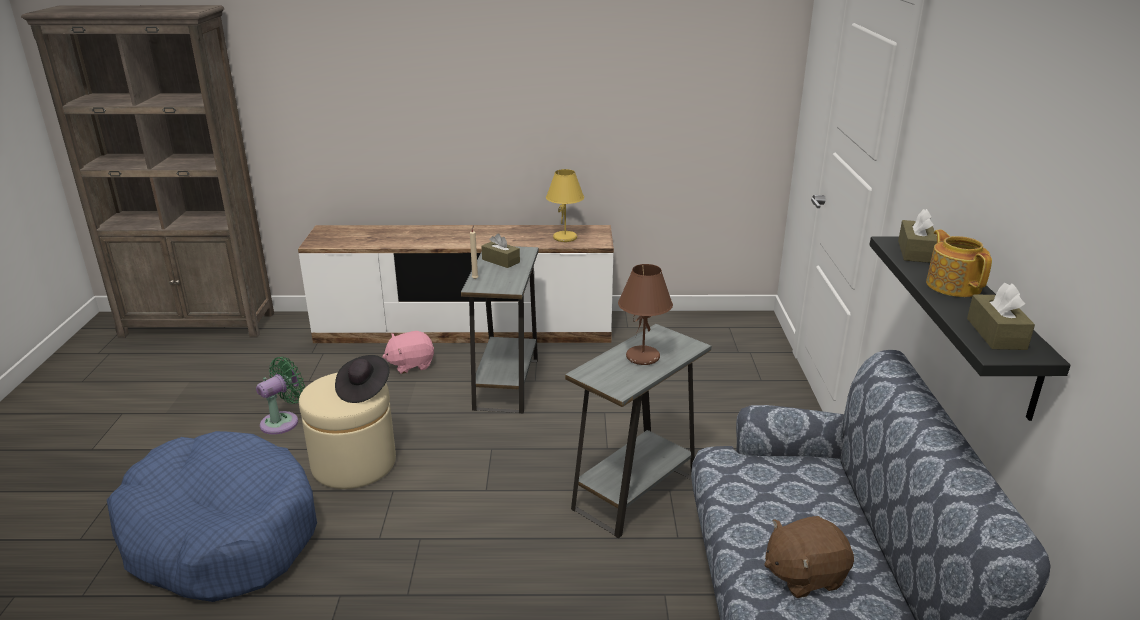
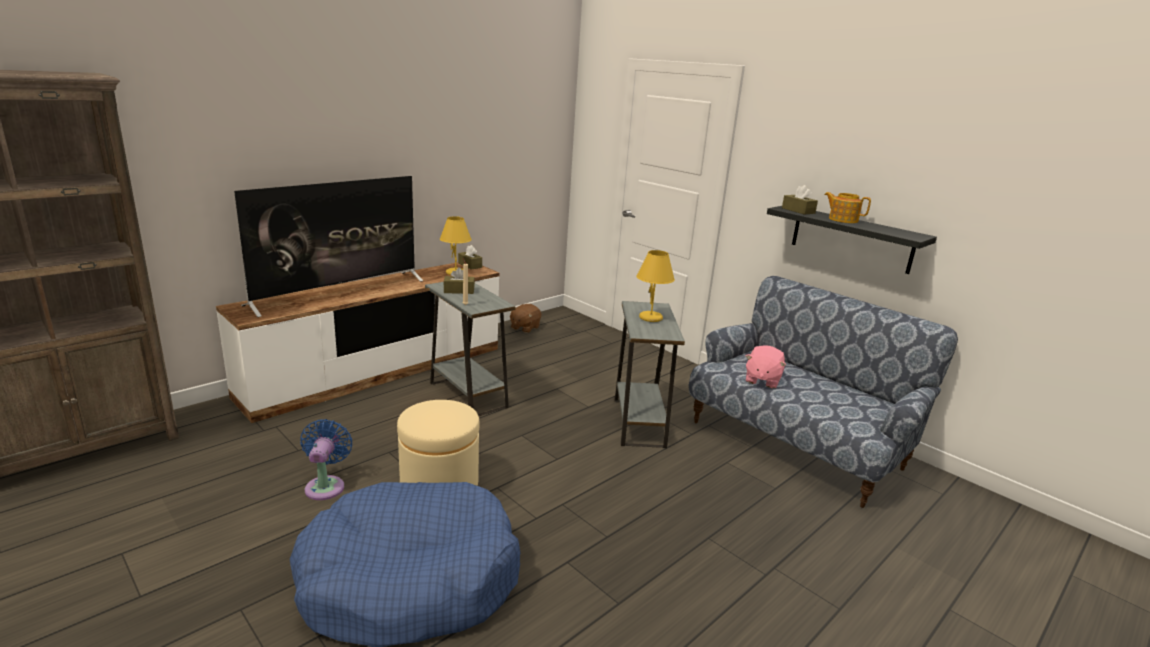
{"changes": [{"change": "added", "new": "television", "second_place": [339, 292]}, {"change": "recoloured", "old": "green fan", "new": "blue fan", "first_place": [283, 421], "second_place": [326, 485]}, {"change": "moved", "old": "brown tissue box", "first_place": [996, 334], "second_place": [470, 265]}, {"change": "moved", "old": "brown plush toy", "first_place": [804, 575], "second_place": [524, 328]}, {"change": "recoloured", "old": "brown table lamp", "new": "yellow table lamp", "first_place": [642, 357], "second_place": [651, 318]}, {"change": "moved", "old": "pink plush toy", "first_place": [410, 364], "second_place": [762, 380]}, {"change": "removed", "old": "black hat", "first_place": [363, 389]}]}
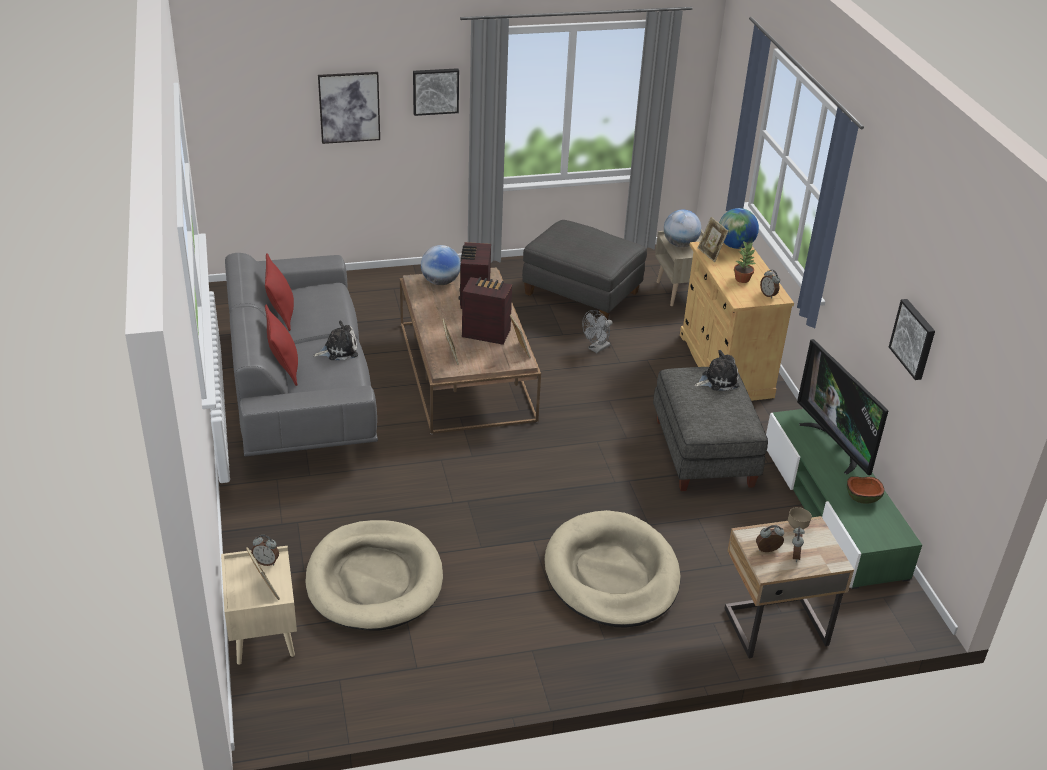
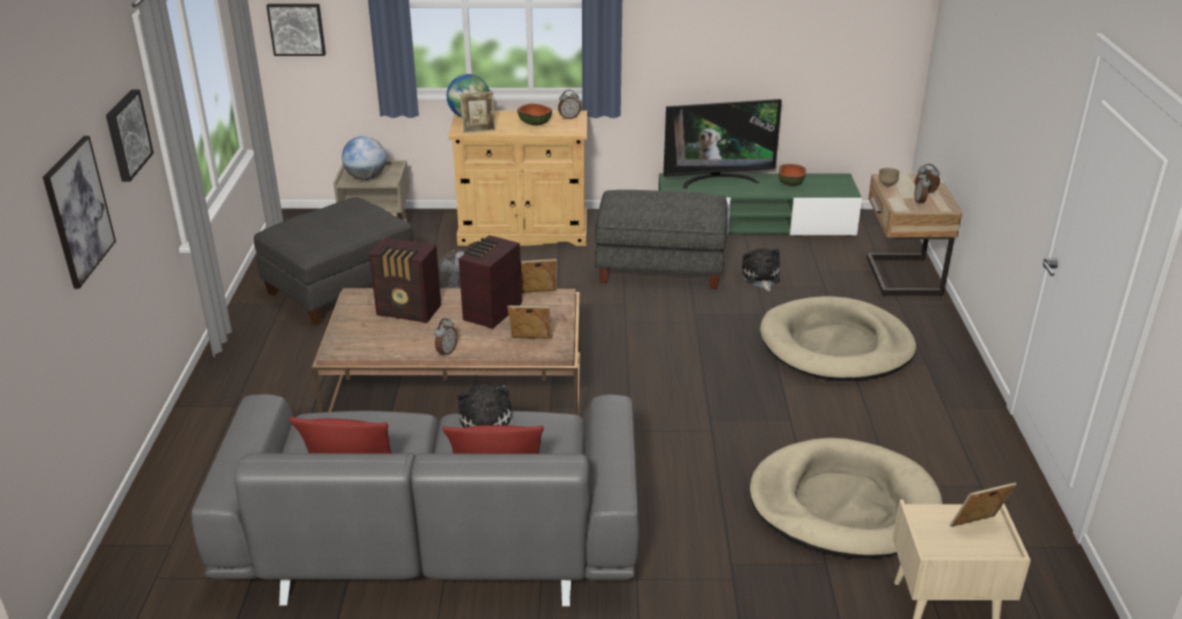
{"changes": [{"change": "moved", "old": "picture", "first_place": [914, 338], "second_place": [297, 29]}, {"change": "moved", "old": "alarm clock", "first_place": [266, 562], "second_place": [446, 352]}, {"change": "replaced", "old": "potted plant", "new": "bowl", "first_place": [742, 279], "second_place": [534, 123]}, {"change": "moved", "old": "plush toy", "first_place": [717, 380], "second_place": [761, 278]}, {"change": "removed", "old": "globe", "first_place": [440, 282]}]}
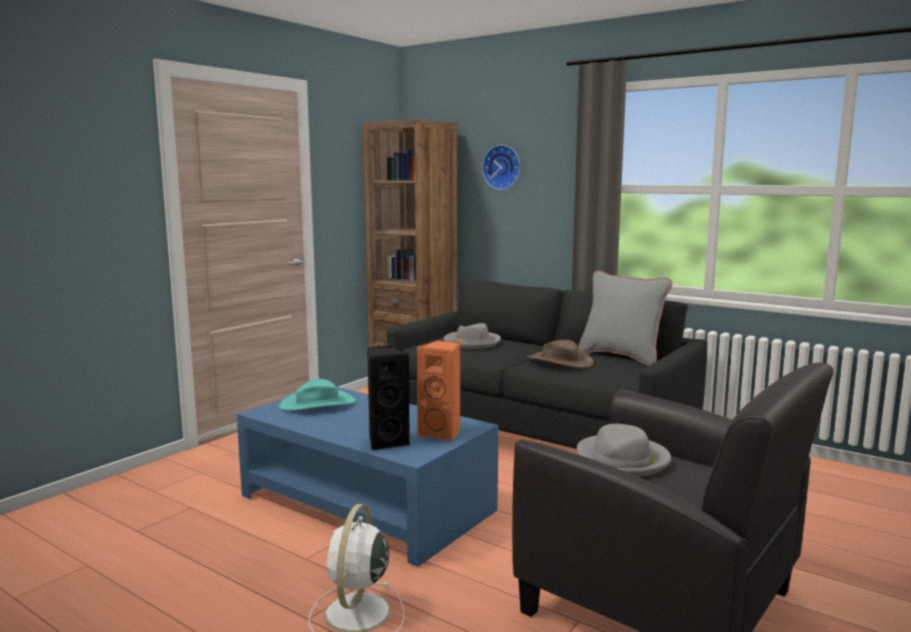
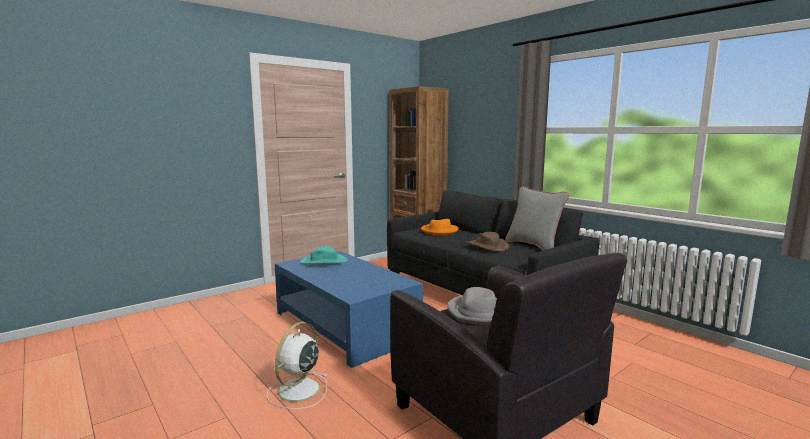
{"changes": [{"change": "recoloured", "old": "grey hat", "new": "orange hat", "first_place": [471, 343], "second_place": [439, 231]}, {"change": "removed", "old": "black speaker", "first_place": [386, 441]}, {"change": "removed", "old": "orange speaker", "first_place": [442, 433]}, {"change": "removed", "old": "wall clock", "first_place": [502, 167]}]}
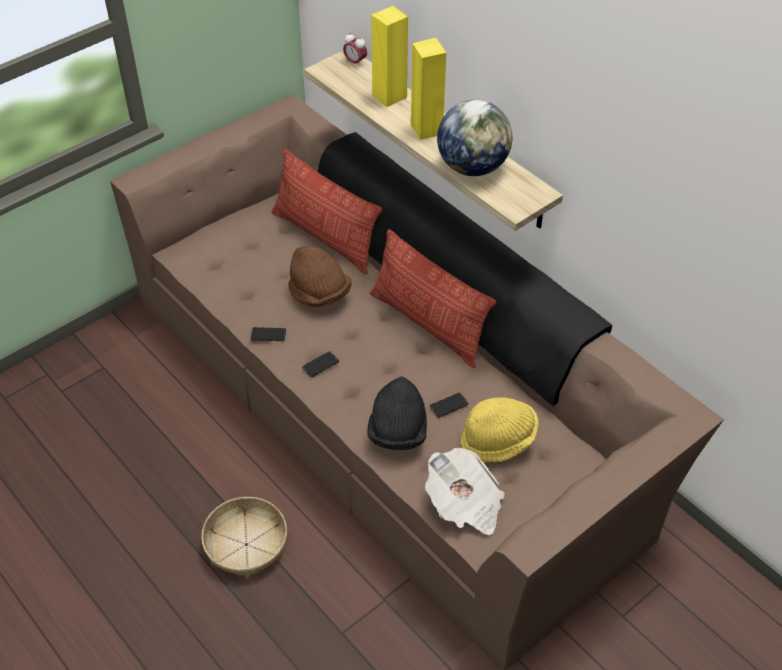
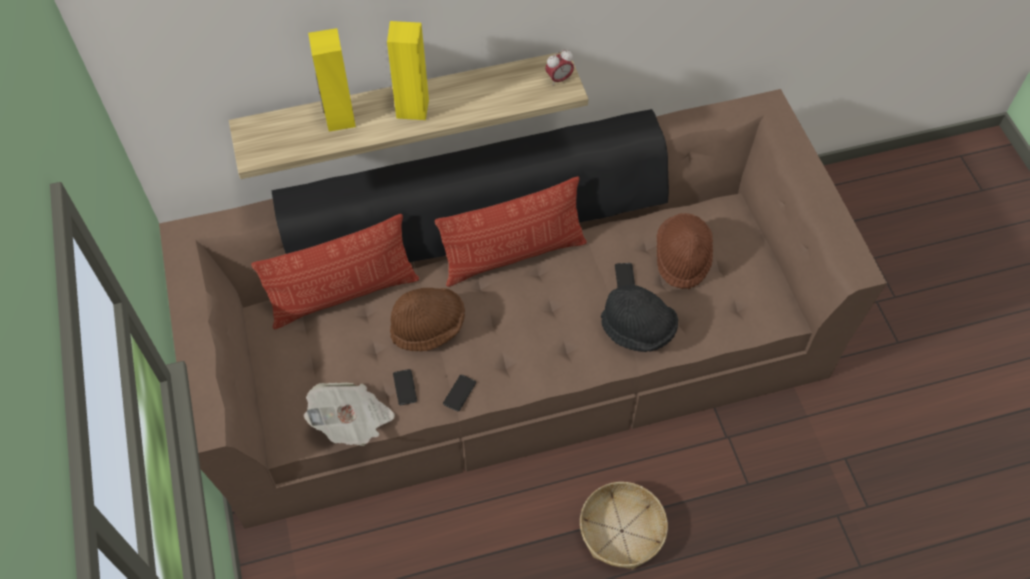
{"changes": [{"change": "moved", "old": "newspaper", "first_place": [464, 504], "second_place": [352, 422]}, {"change": "moved", "old": "phone", "first_place": [320, 365], "second_place": [405, 387]}, {"change": "moved", "old": "alarm clock", "first_place": [355, 62], "second_place": [559, 79]}, {"change": "recoloured", "old": "yellow hat", "new": "brown hat", "first_place": [498, 440], "second_place": [682, 258]}, {"change": "removed", "old": "globe", "first_place": [472, 167]}]}
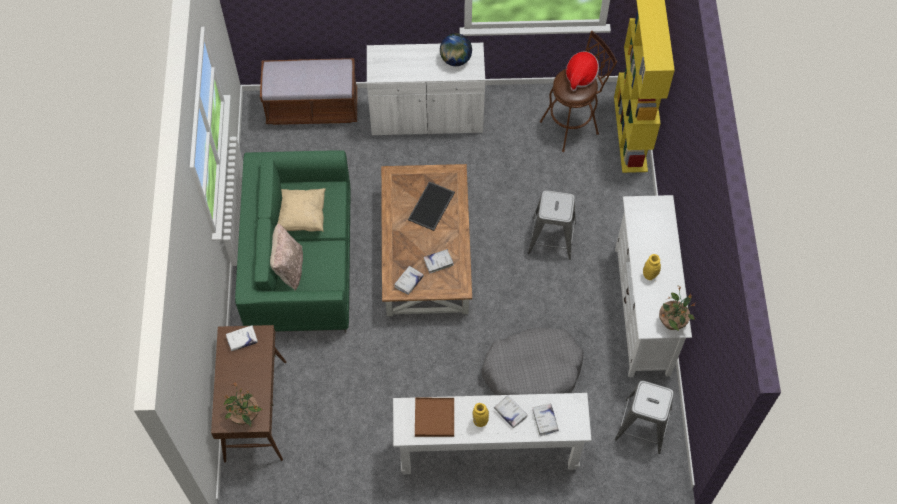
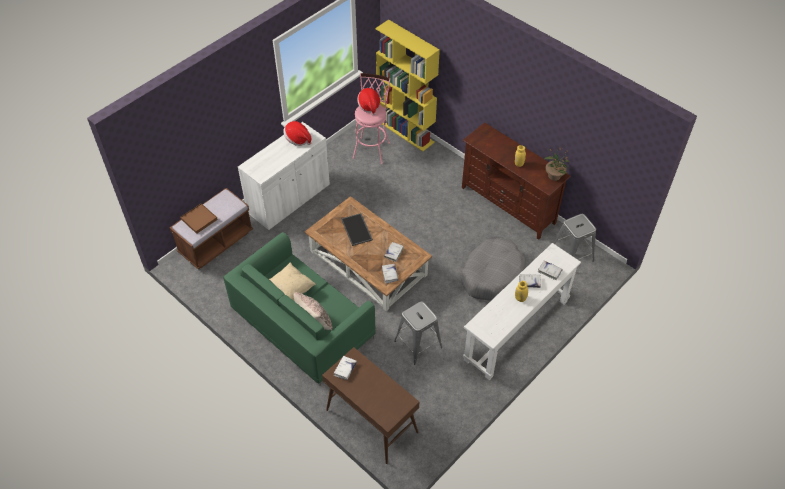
{"changes": [{"change": "moved", "old": "brown tray", "first_place": [434, 418], "second_place": [199, 219]}, {"change": "replaced", "old": "globe", "new": "hat", "first_place": [455, 59], "second_place": [297, 139]}, {"change": "recoloured", "old": "brown stool", "new": "pink stool", "first_place": [573, 125], "second_place": [372, 148]}, {"change": "moved", "old": "grey stool", "first_place": [551, 237], "second_place": [417, 344]}, {"change": "recoloured", "old": "white tv stand", "new": "brown tv stand", "first_place": [642, 311], "second_place": [508, 205]}, {"change": "removed", "old": "potted plant", "first_place": [245, 416]}]}
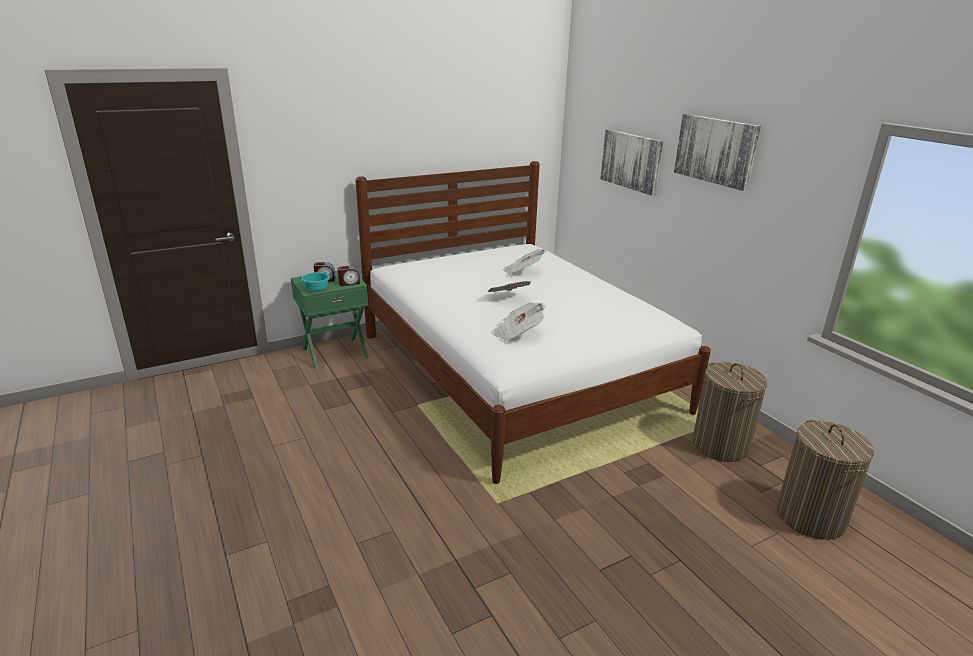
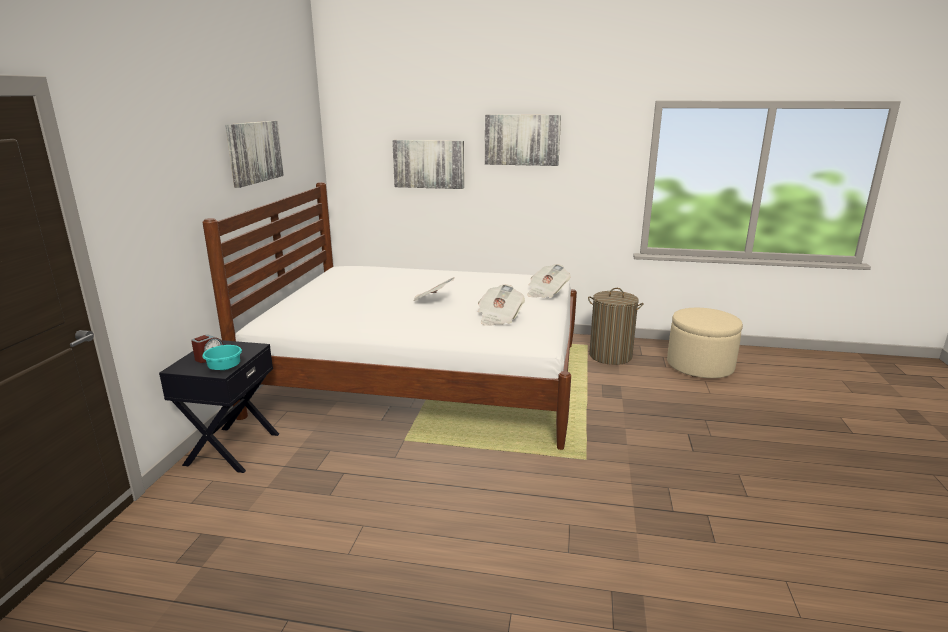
{"changes": [{"change": "recoloured", "old": "green nightstand", "new": "black nightstand", "first_place": [334, 352], "second_place": [231, 449]}, {"change": "added", "new": "picture", "second_place": [254, 152]}, {"change": "moved", "old": "newspaper", "first_place": [522, 272], "second_place": [546, 293]}, {"change": "replaced", "old": "laundry basket", "new": "beige ottoman", "first_place": [810, 517], "second_place": [700, 366]}, {"change": "removed", "old": "alarm clock", "first_place": [349, 283]}]}
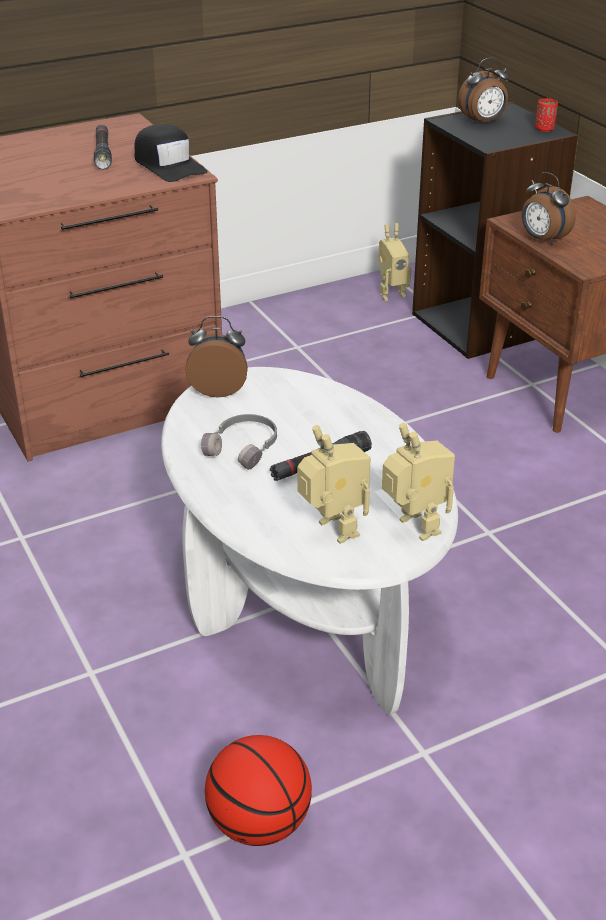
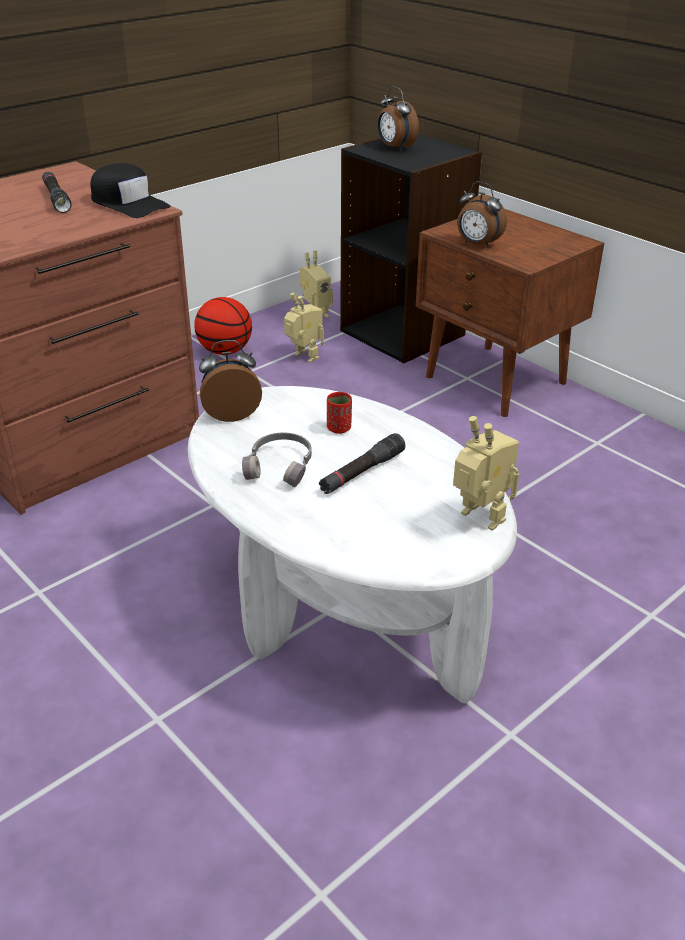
{"changes": [{"change": "moved", "old": "basketball", "first_place": [259, 823], "second_place": [225, 351]}, {"change": "moved", "old": "toy robot", "first_place": [332, 531], "second_place": [304, 358]}, {"change": "moved", "old": "red cup", "first_place": [544, 129], "second_place": [339, 428]}, {"change": "turned", "old": "alarm clock", "first_place": [483, 122], "second_place": [395, 148], "degrees": 90}]}
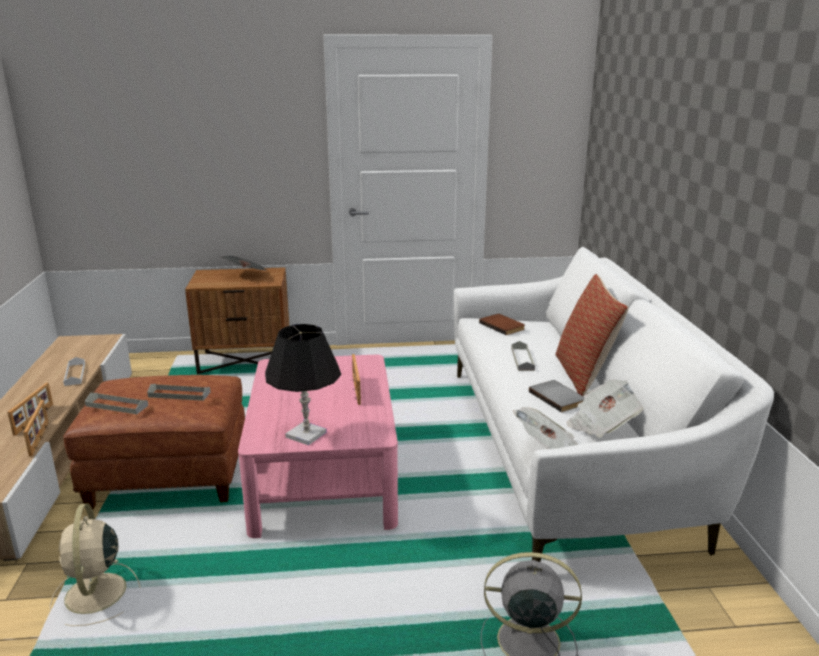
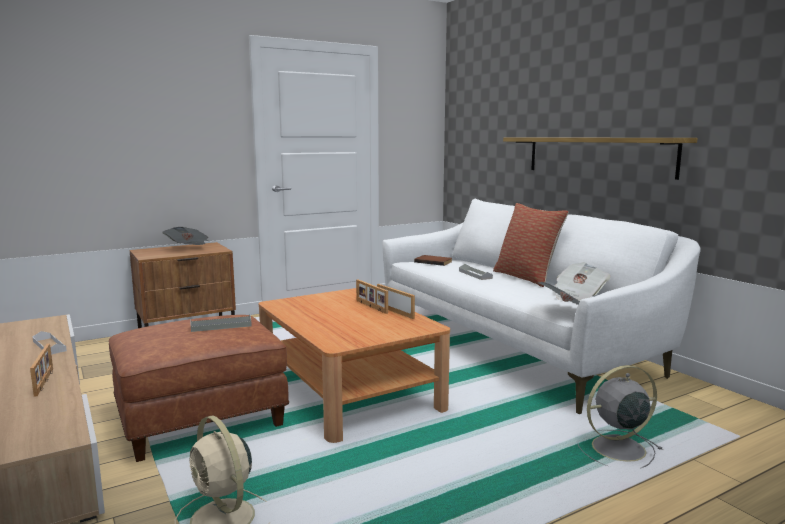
{"changes": [{"change": "recoloured", "old": "pink coffee table", "new": "brown coffee table", "first_place": [324, 473], "second_place": [349, 390]}, {"change": "moved", "old": "picture frame", "first_place": [40, 438], "second_place": [395, 311]}, {"change": "added", "new": "shelf", "second_place": [597, 156]}, {"change": "removed", "old": "grey tray", "first_place": [117, 406]}, {"change": "removed", "old": "black table lamp", "first_place": [306, 435]}, {"change": "removed", "old": "grey book", "first_place": [558, 397]}]}
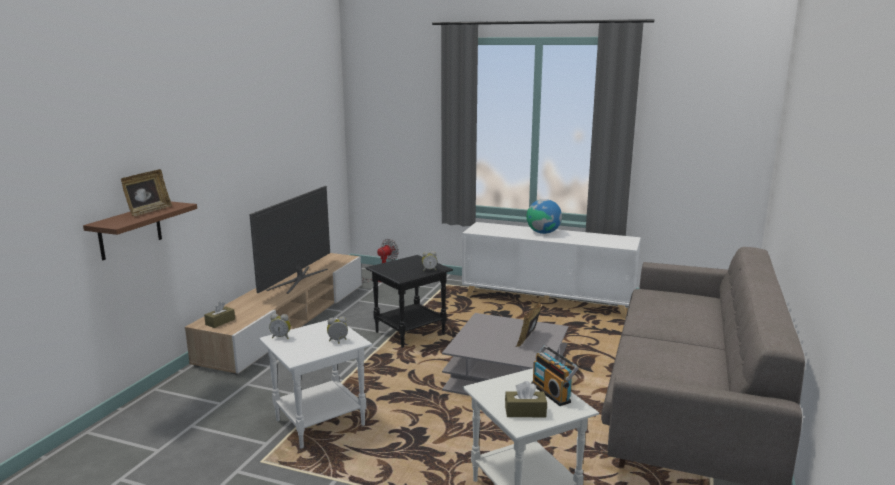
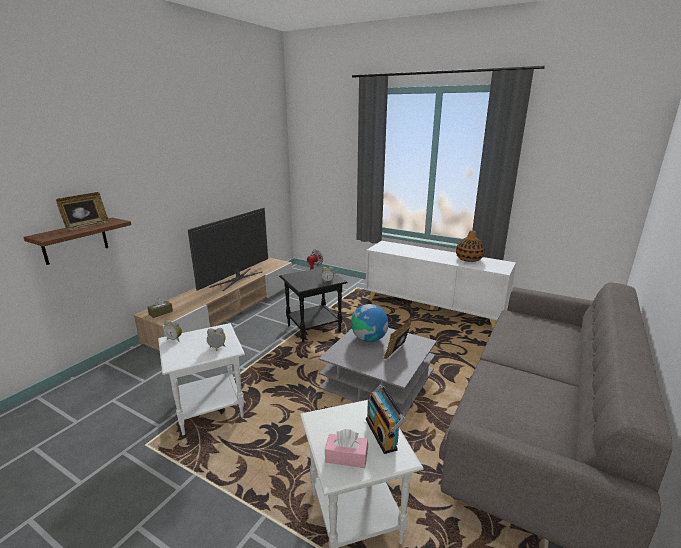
{"changes": [{"change": "recoloured", "old": "brown tissue box", "new": "pink tissue box", "first_place": [525, 411], "second_place": [346, 457]}, {"change": "moved", "old": "globe", "first_place": [543, 232], "second_place": [369, 338]}, {"change": "added", "new": "vase", "second_place": [469, 259]}]}
